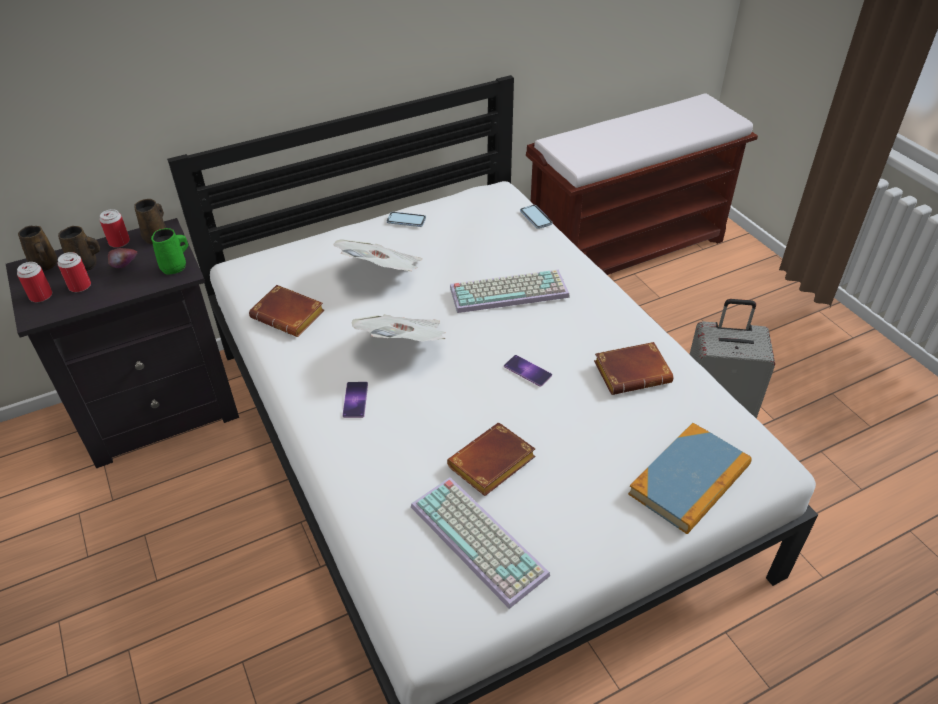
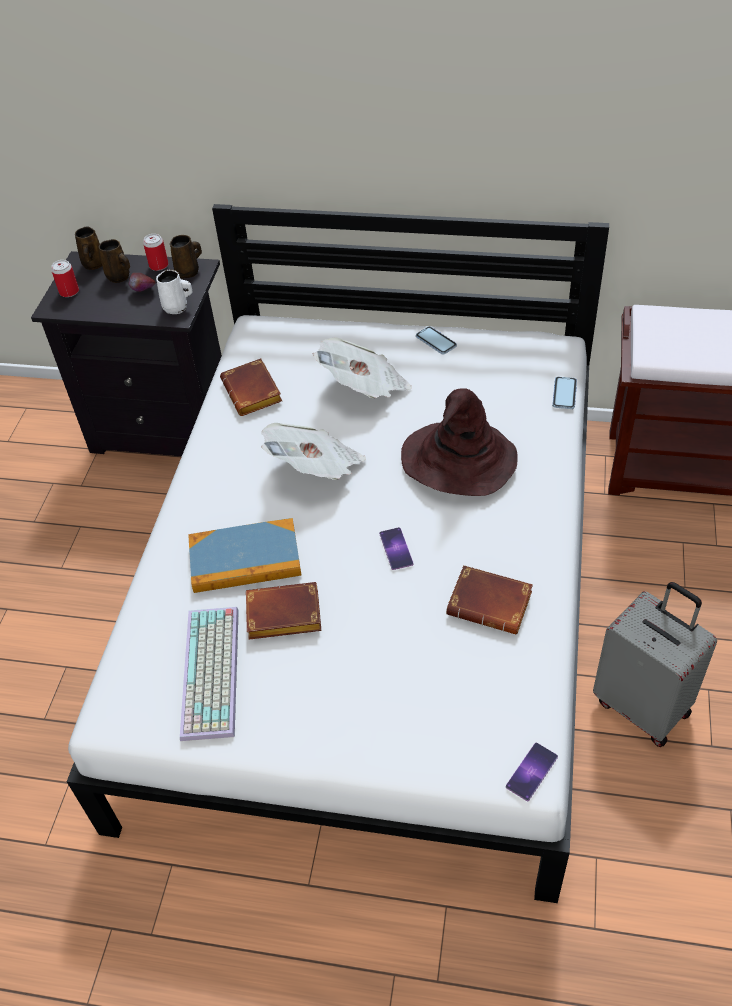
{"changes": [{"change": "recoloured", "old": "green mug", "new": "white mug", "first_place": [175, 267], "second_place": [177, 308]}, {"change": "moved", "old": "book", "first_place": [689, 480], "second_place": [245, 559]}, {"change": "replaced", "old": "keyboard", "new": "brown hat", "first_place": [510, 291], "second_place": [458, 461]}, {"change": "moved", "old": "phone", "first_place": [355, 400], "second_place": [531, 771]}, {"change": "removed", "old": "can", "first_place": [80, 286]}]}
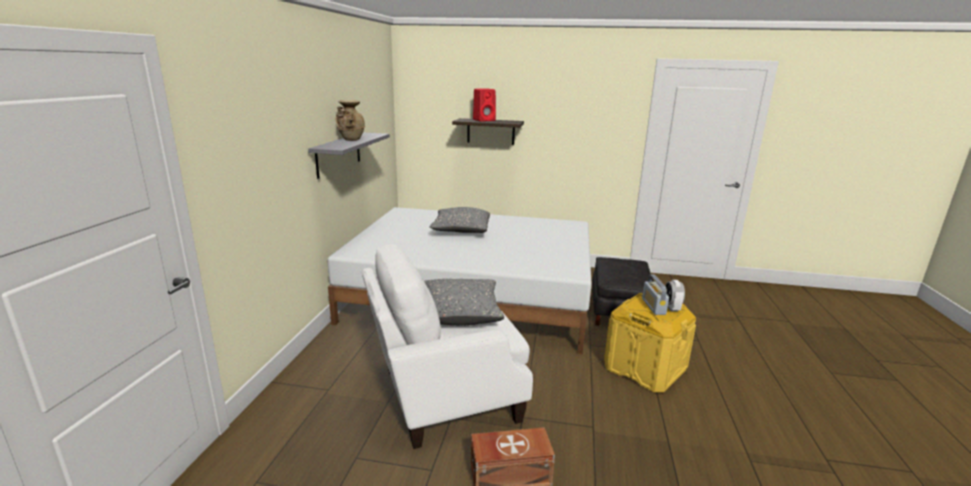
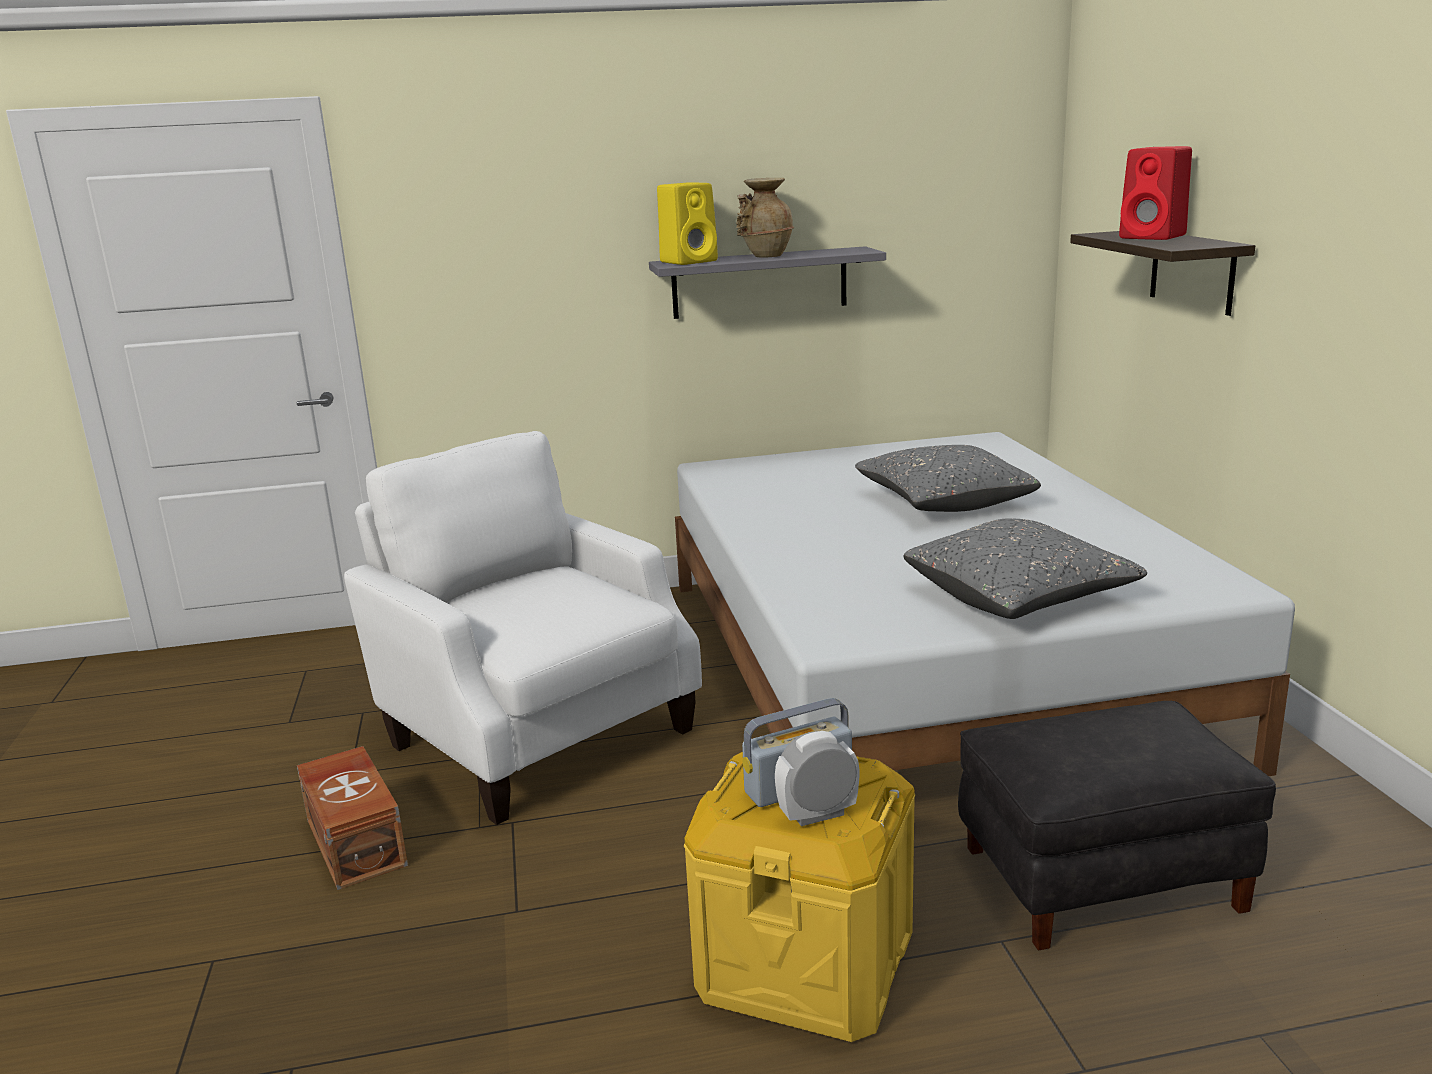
{"changes": [{"change": "added", "new": "yellow speaker", "second_place": [690, 261]}, {"change": "moved", "old": "grey pillow", "first_place": [460, 313], "second_place": [1019, 597]}]}
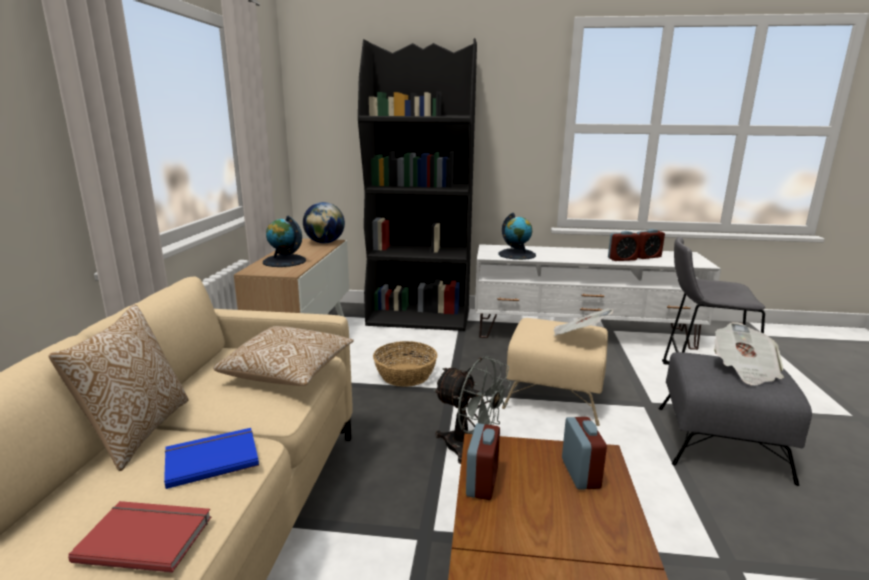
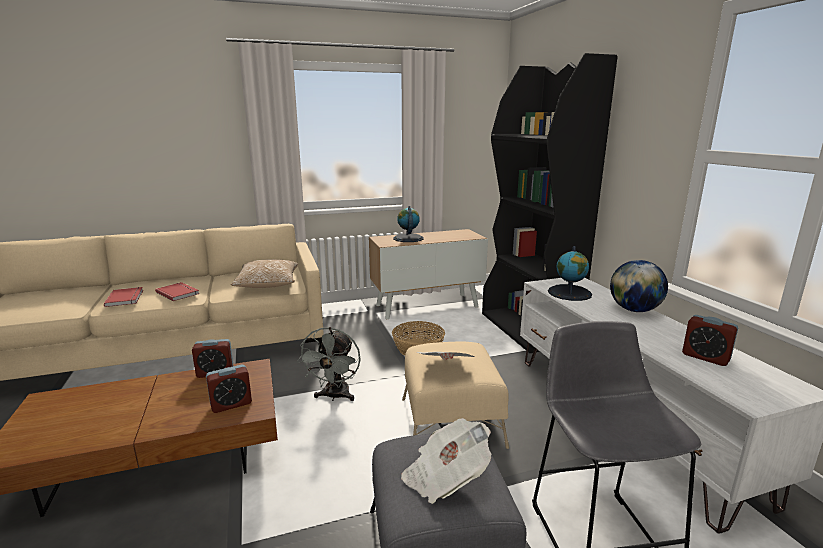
{"changes": [{"change": "recoloured", "old": "blue book", "new": "red book", "first_place": [211, 458], "second_place": [178, 293]}, {"change": "moved", "old": "globe", "first_place": [325, 242], "second_place": [634, 310]}, {"change": "removed", "old": "pillow", "first_place": [137, 432]}, {"change": "removed", "old": "alarm clock", "first_place": [622, 259]}]}
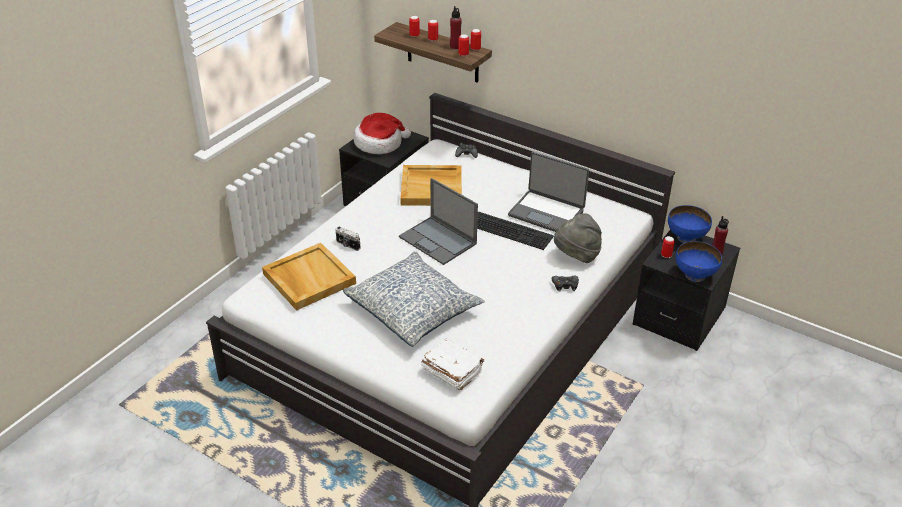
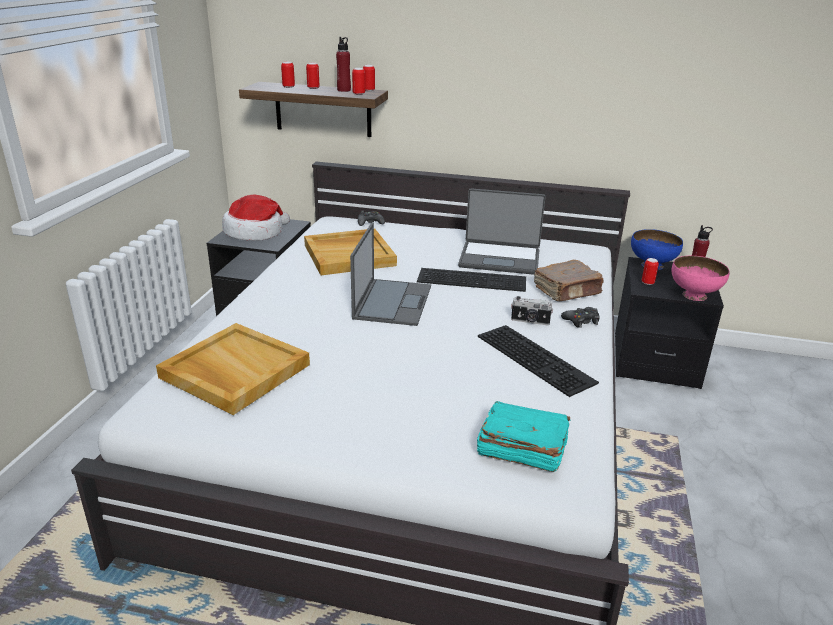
{"changes": [{"change": "turned", "old": "laptop", "first_place": [438, 241], "second_place": [392, 301], "degrees": -105}, {"change": "recoloured", "old": "white book", "new": "turquoise book", "first_place": [451, 371], "second_place": [521, 449]}, {"change": "added", "new": "keyboard", "second_place": [537, 358]}, {"change": "moved", "old": "photo camera", "first_place": [347, 245], "second_place": [530, 321]}, {"change": "replaced", "old": "grey hat", "new": "brown book", "first_place": [576, 256], "second_place": [567, 291]}, {"change": "recoloured", "old": "blue bowl", "new": "pink bowl", "first_place": [694, 275], "second_place": [693, 295]}, {"change": "removed", "old": "pillow", "first_place": [413, 310]}]}
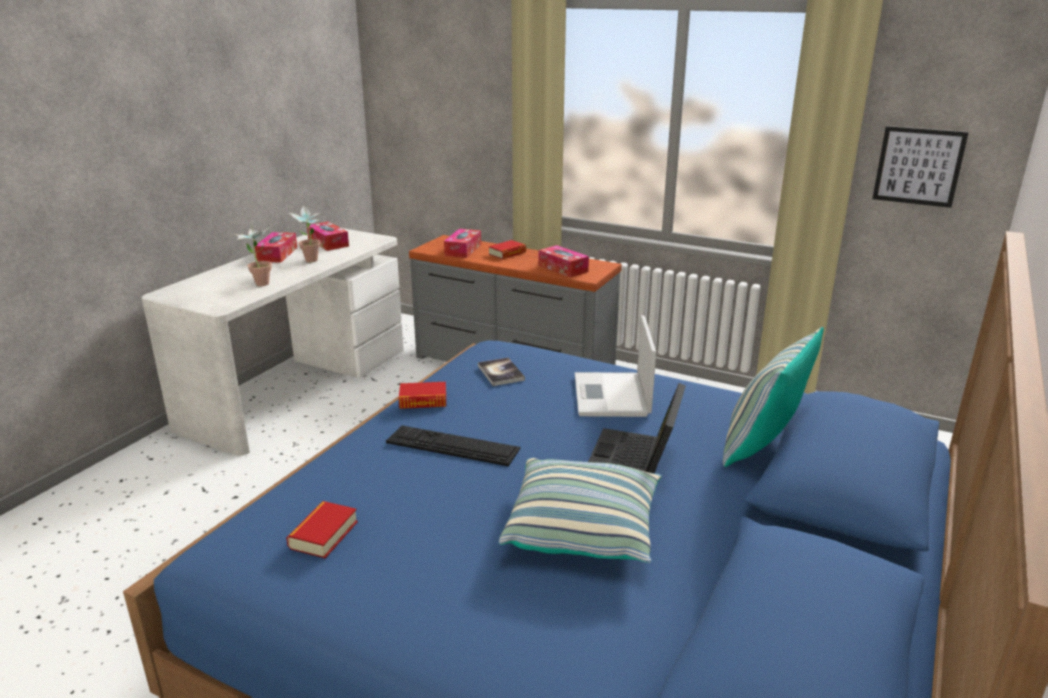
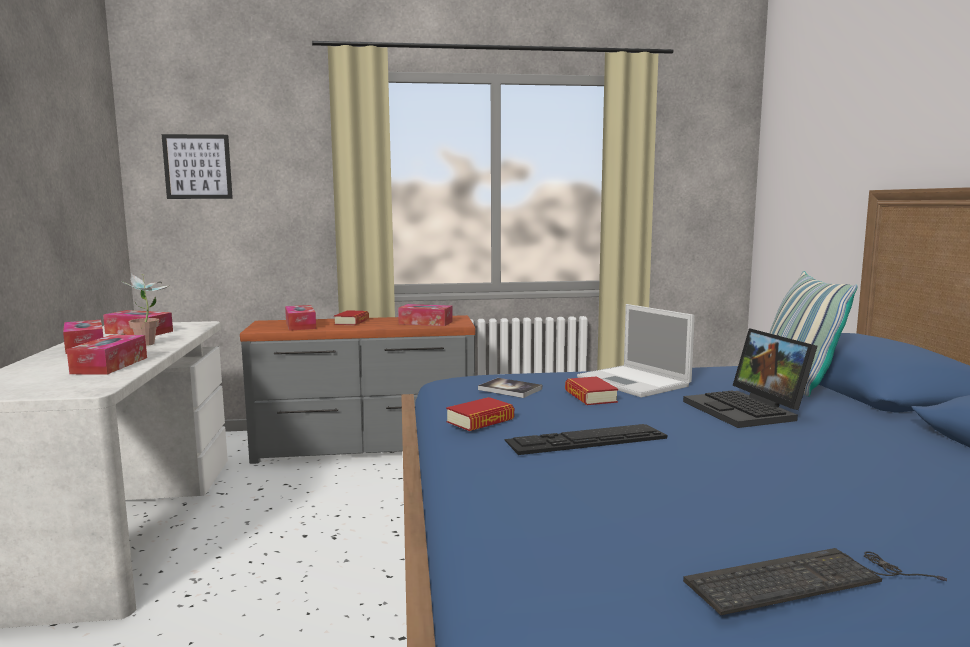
{"changes": [{"change": "replaced", "old": "potted plant", "new": "tissue box", "first_place": [260, 282], "second_place": [110, 365]}, {"change": "moved", "old": "picture", "first_place": [918, 166], "second_place": [197, 167]}, {"change": "moved", "old": "book", "first_place": [323, 535], "second_place": [590, 397]}, {"change": "added", "new": "keyboard", "second_place": [805, 580]}, {"change": "removed", "old": "pillow", "first_place": [583, 529]}]}
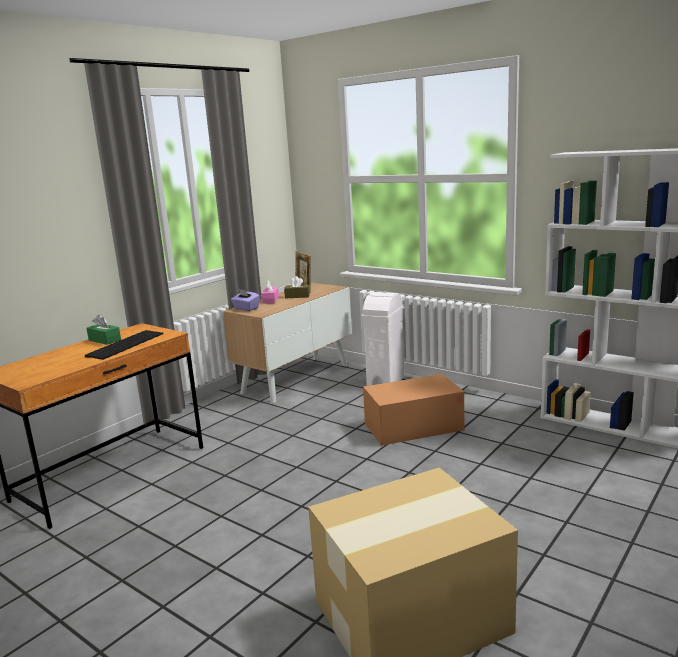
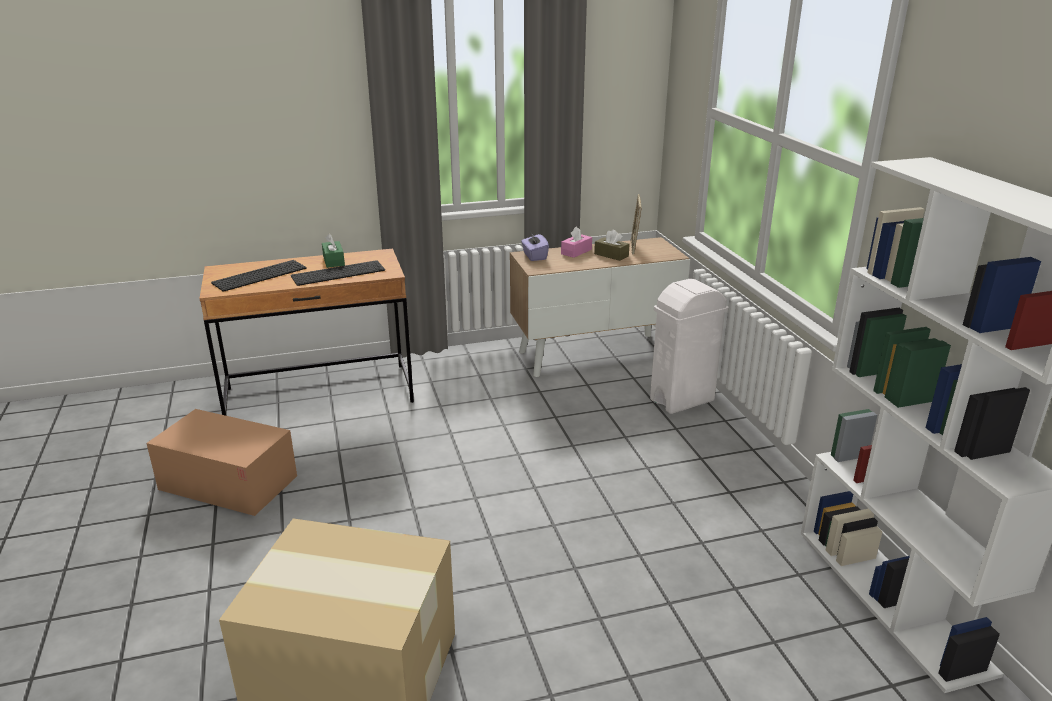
{"changes": [{"change": "moved", "old": "cardboard box", "first_place": [413, 427], "second_place": [228, 483]}, {"change": "added", "new": "keyboard", "second_place": [260, 275]}]}
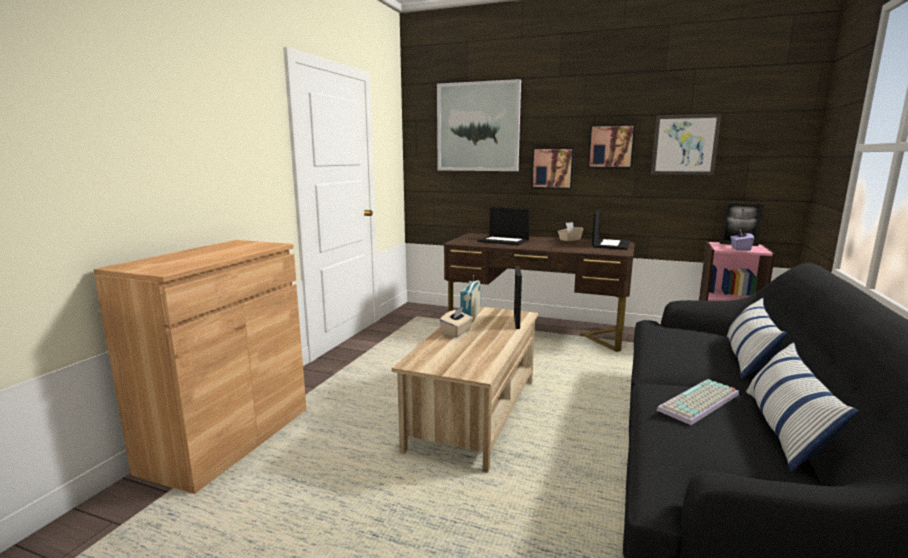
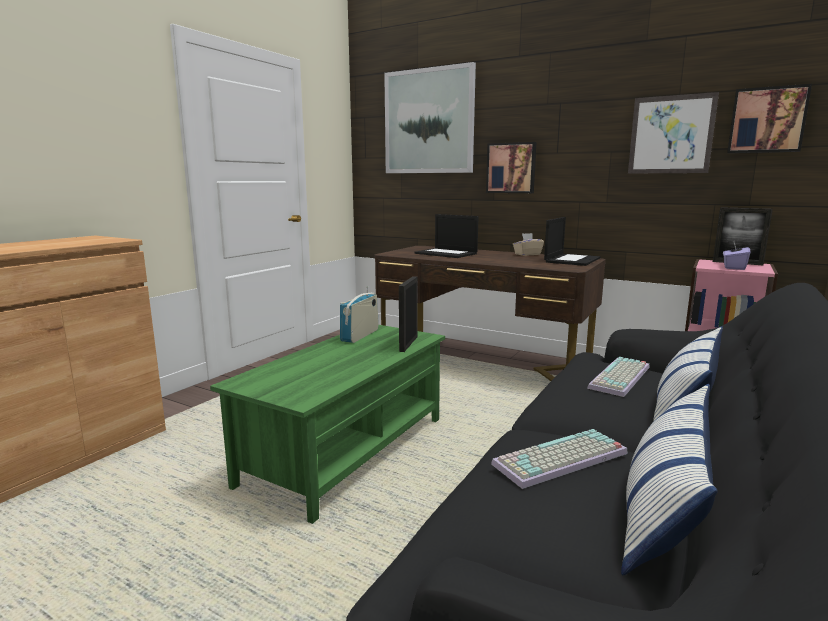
{"changes": [{"change": "recoloured", "old": "beige coffee table", "new": "green coffee table", "first_place": [475, 413], "second_place": [347, 451]}, {"change": "added", "new": "keyboard", "second_place": [621, 378]}, {"change": "moved", "old": "picture", "first_place": [611, 146], "second_place": [767, 120]}, {"change": "removed", "old": "beige tissue box", "first_place": [456, 332]}]}
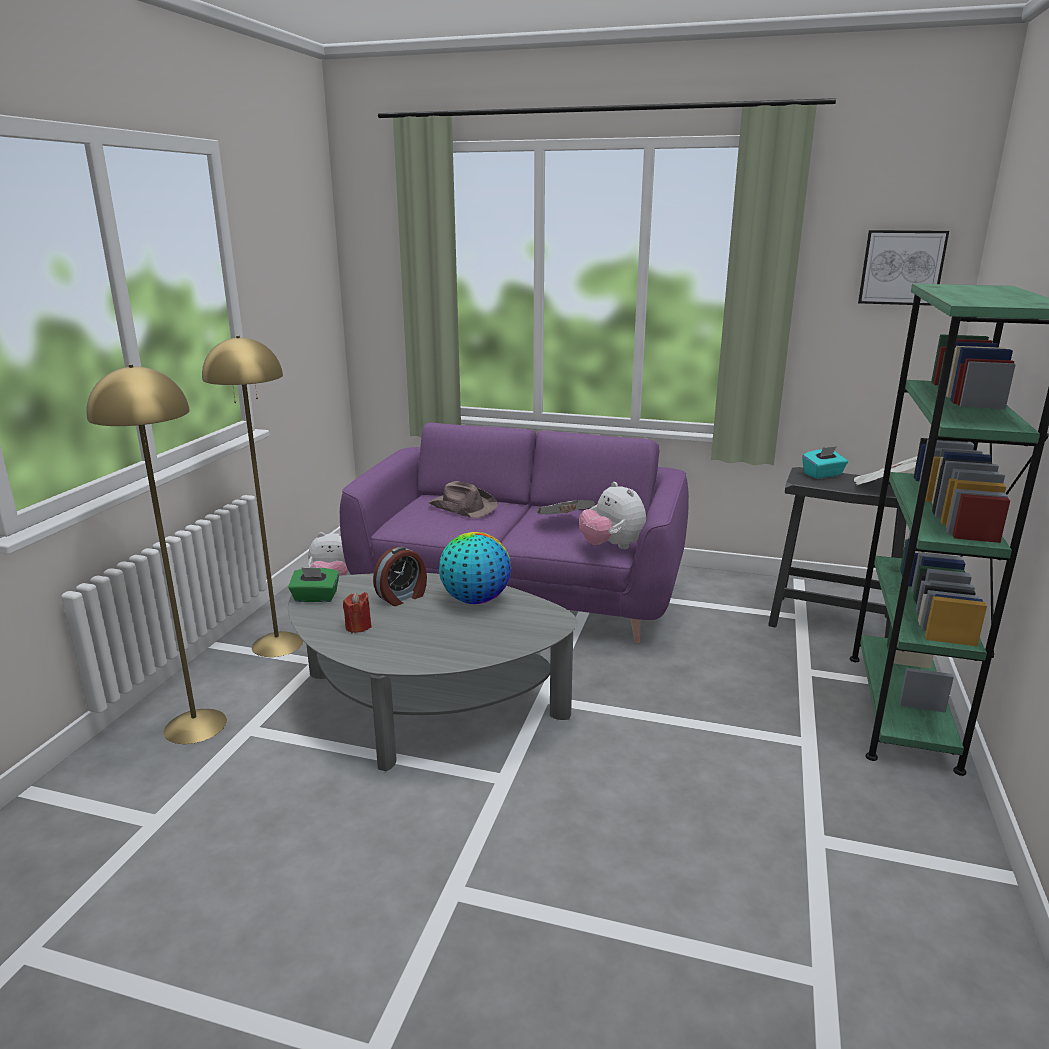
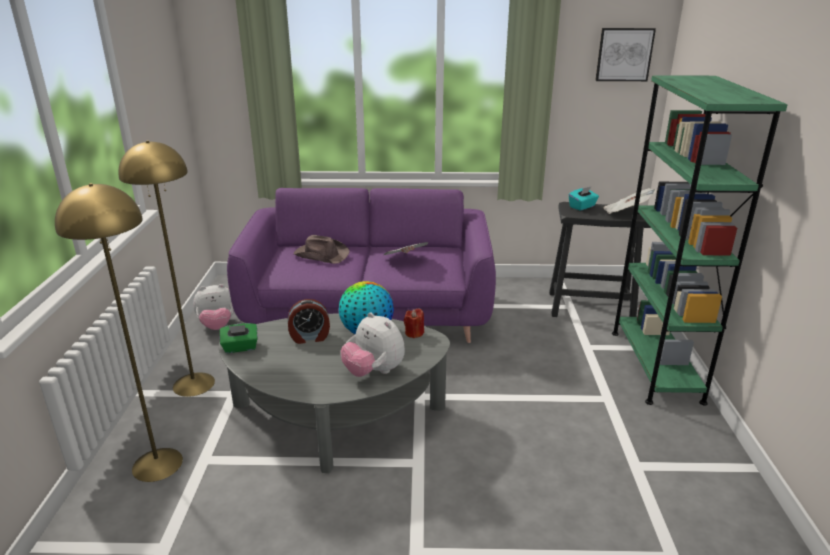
{"changes": [{"change": "turned", "old": "alarm clock", "first_place": [402, 597], "second_place": [310, 337], "degrees": 45}, {"change": "moved", "old": "plush toy", "first_place": [612, 546], "second_place": [374, 372]}, {"change": "moved", "old": "red candle", "first_place": [358, 627], "second_place": [414, 333]}]}
